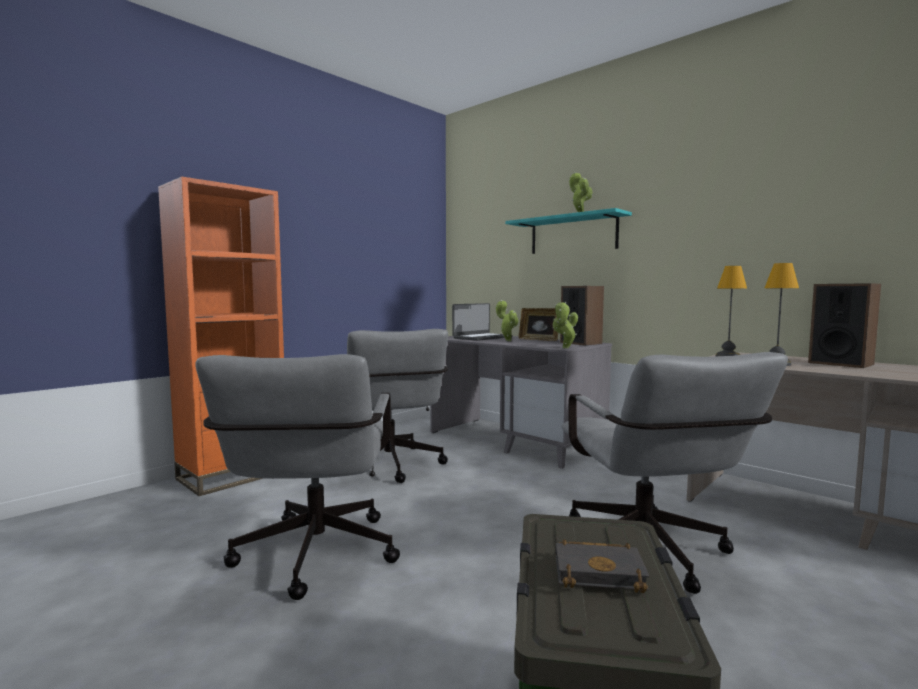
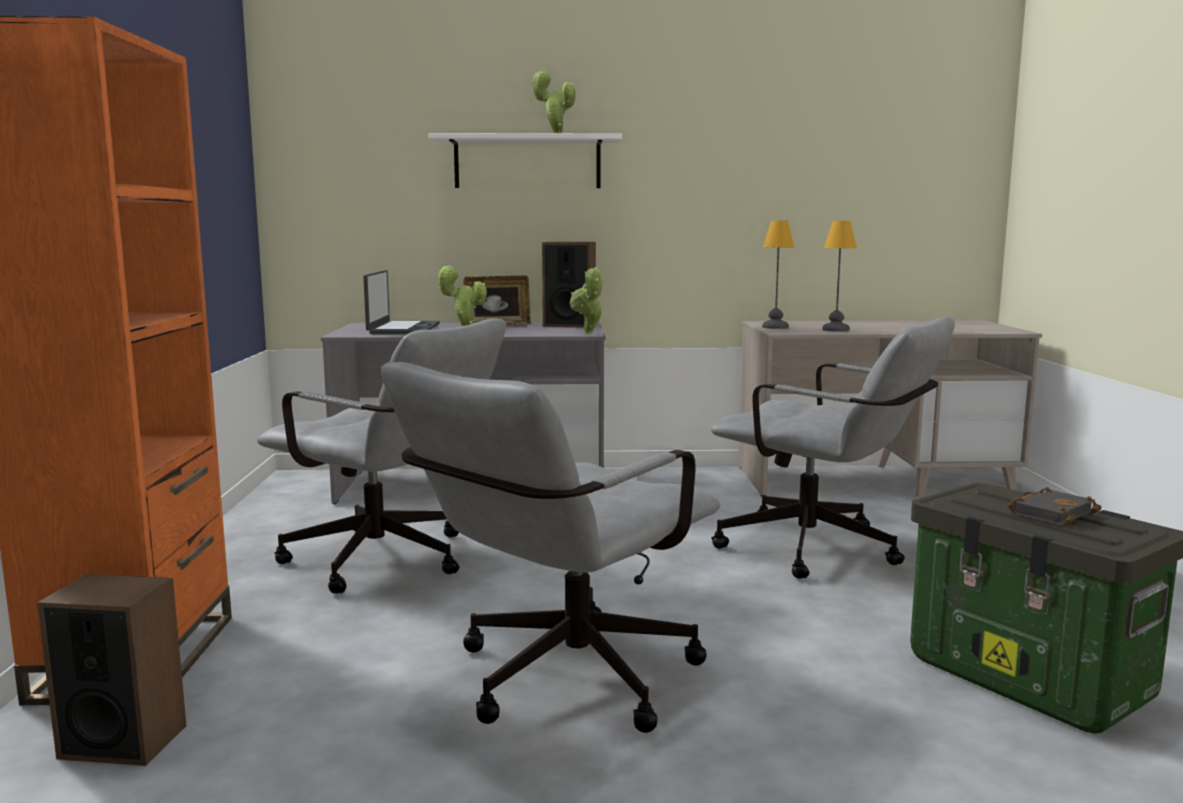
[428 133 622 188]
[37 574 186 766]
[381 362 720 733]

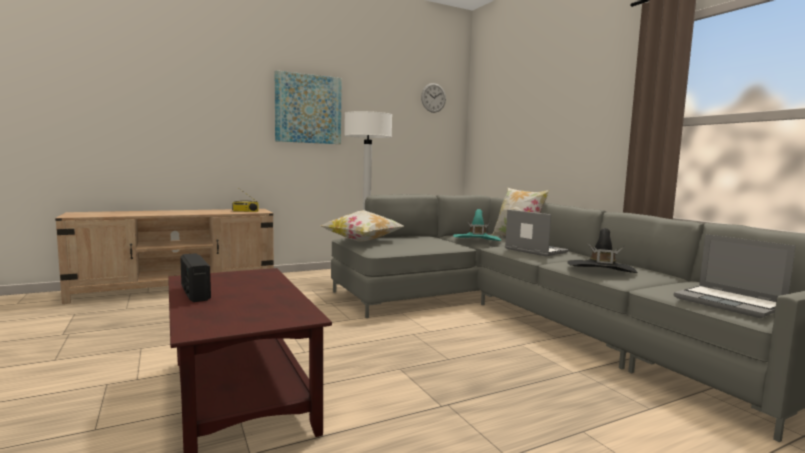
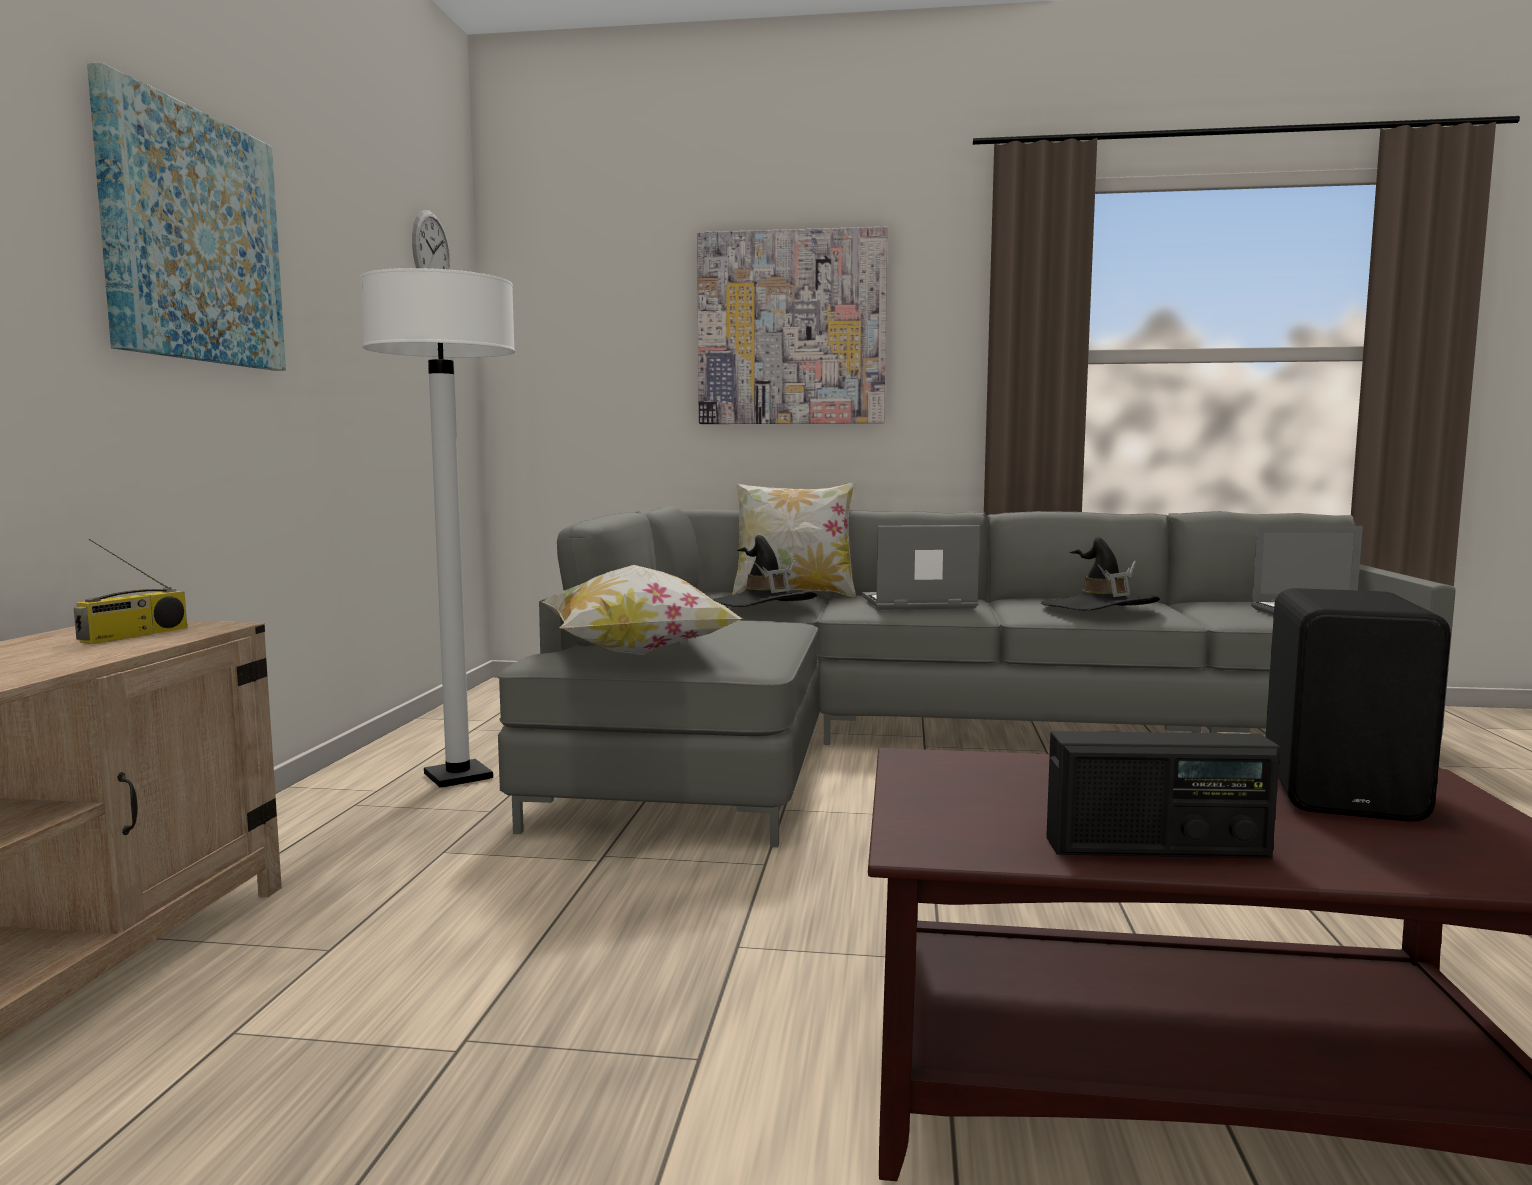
[712 535 817 607]
[697 227 888 424]
[1266 588 1451 822]

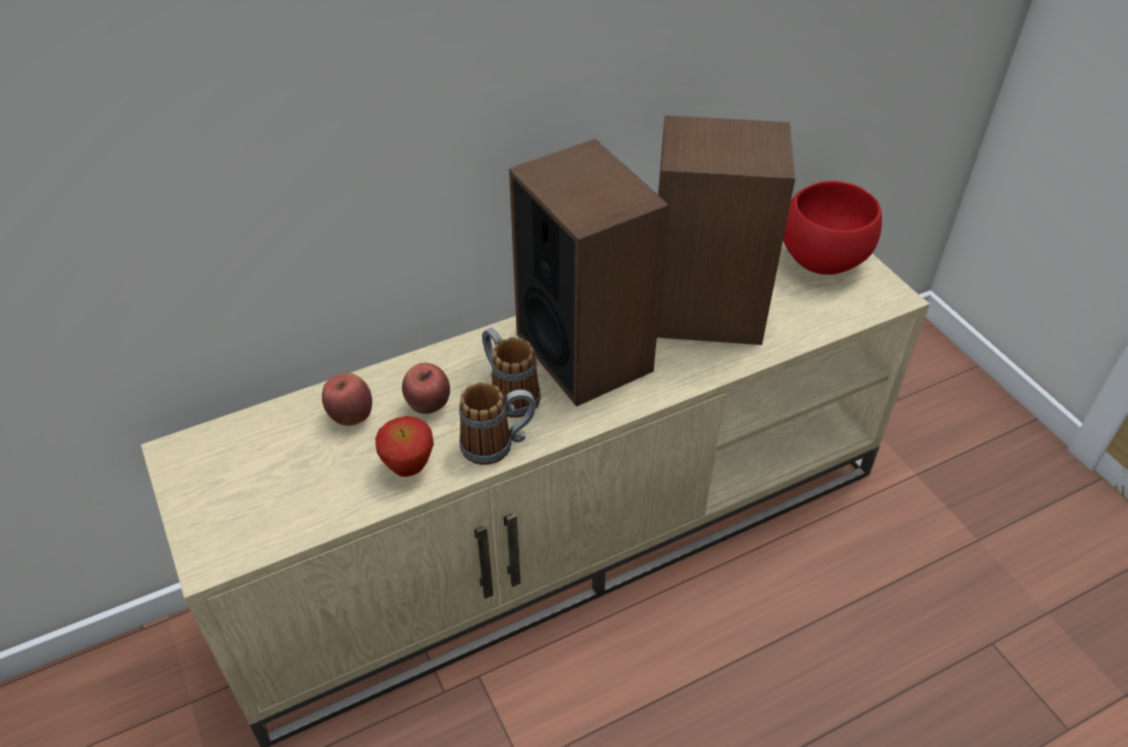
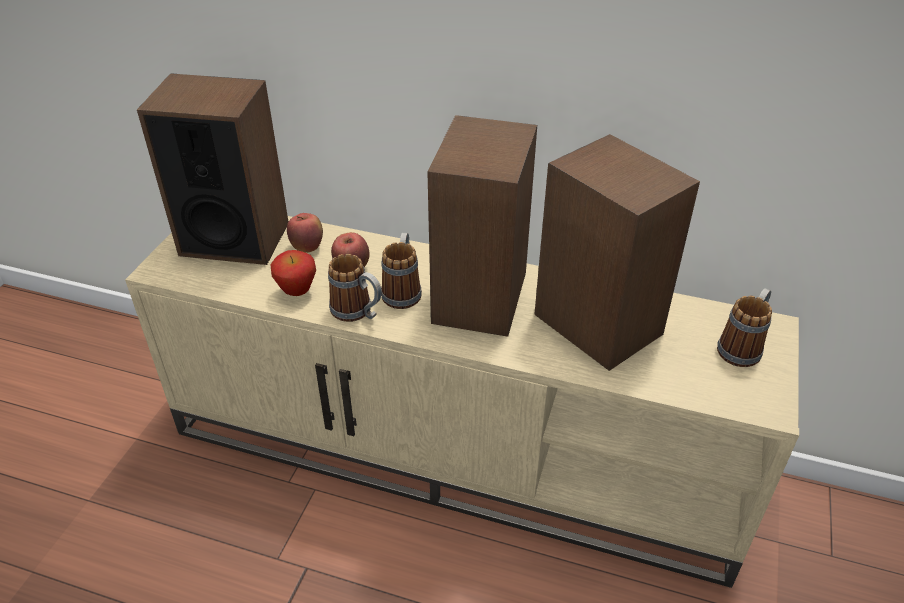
[717 288 772 367]
[137 73 289 265]

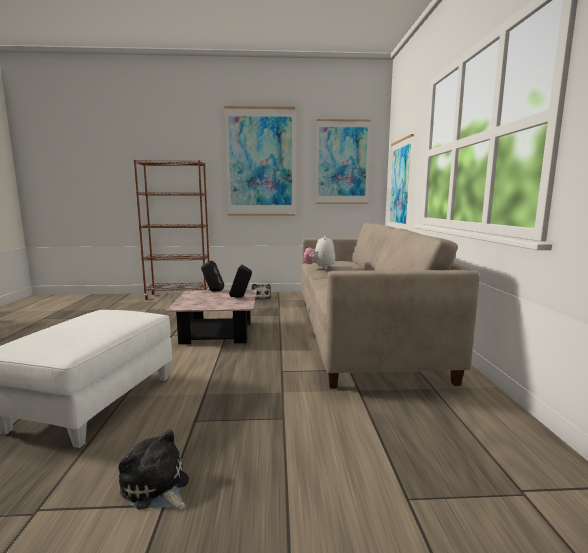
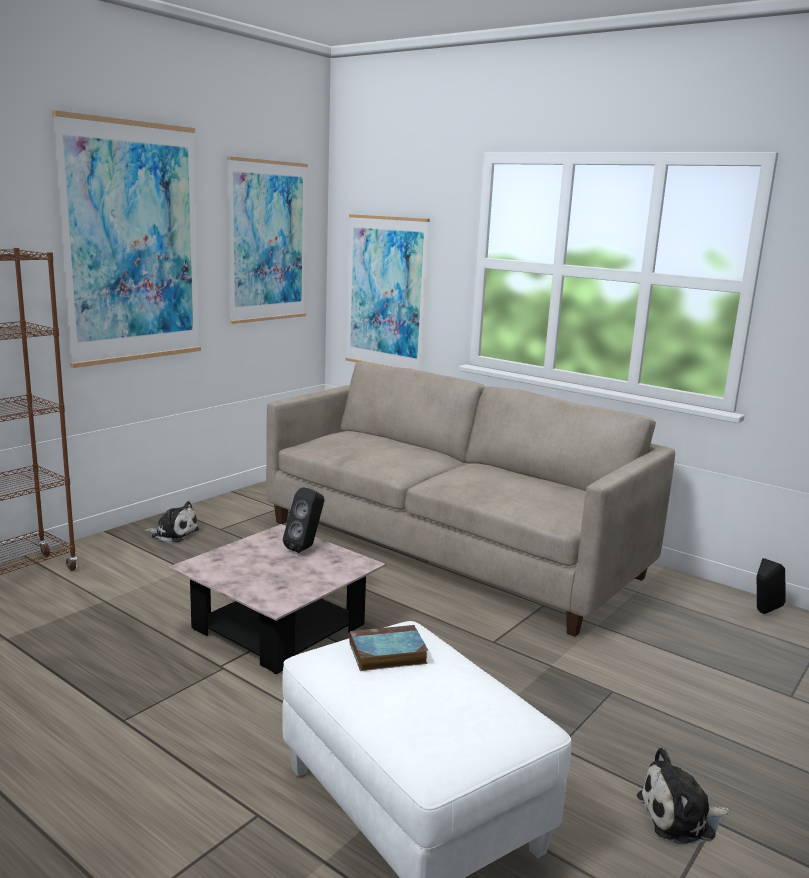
[304 236 335 269] (first image)
[757 558 786 614]
[350 625 428 671]

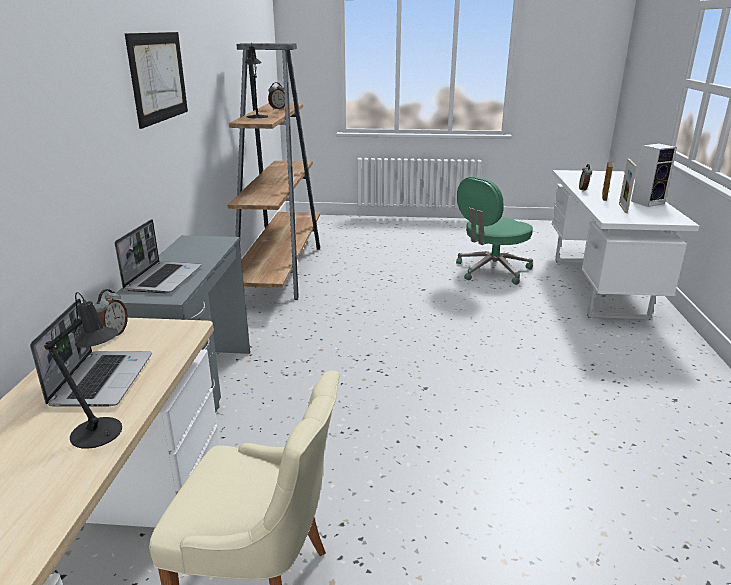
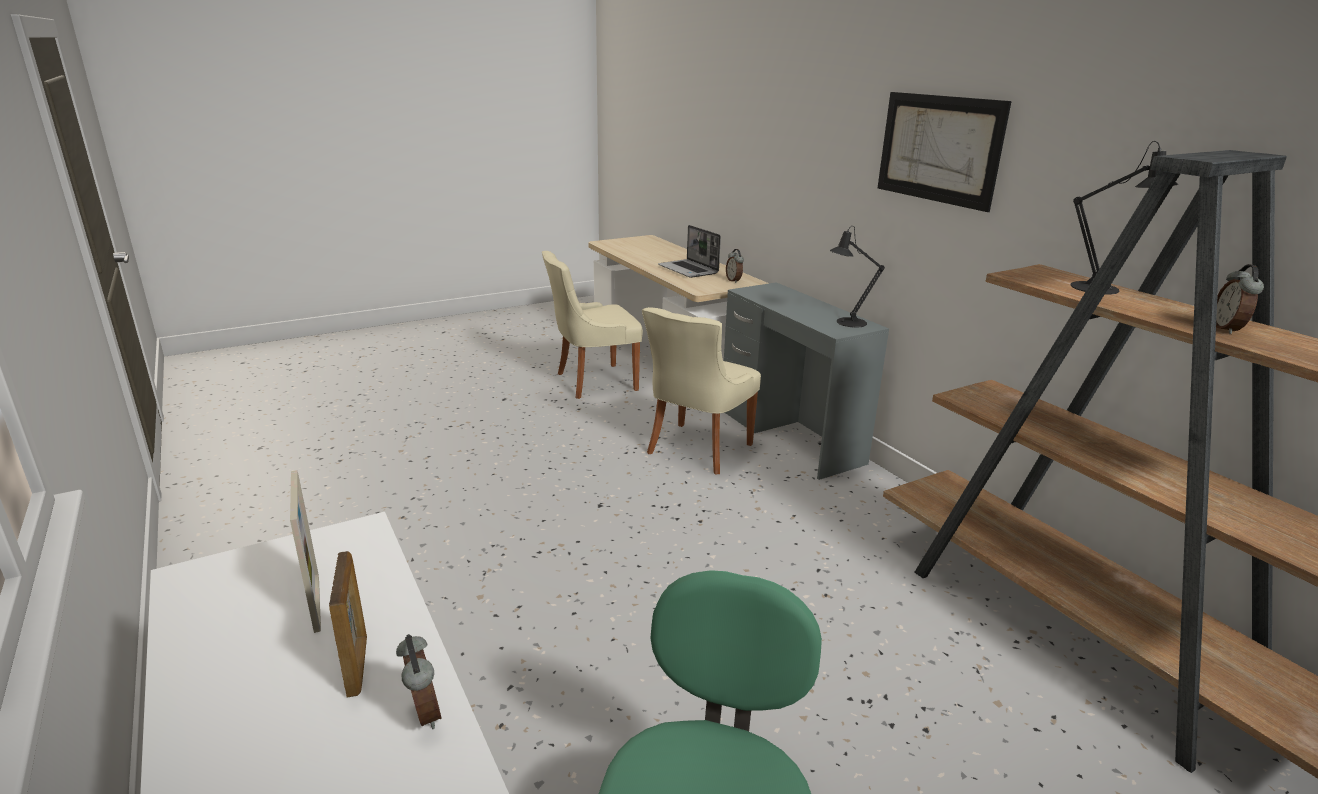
[631 143 677 207] (first image)
[115 219 202 293] (first image)
[830 226 885 328]
[642 307 761 475]

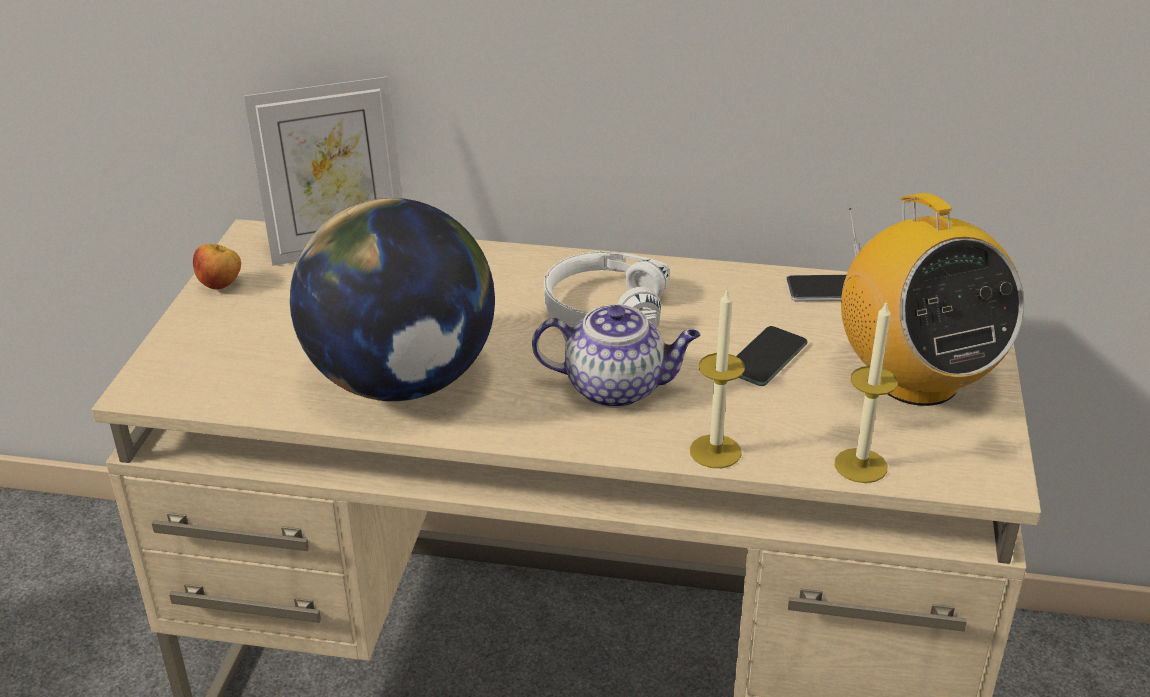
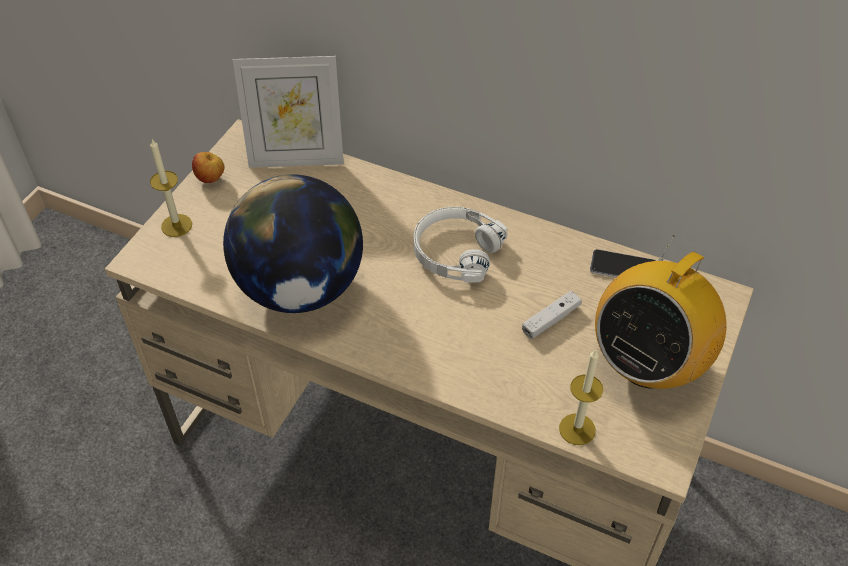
[595 235 726 389]
[150 139 192 237]
[532 304 700 408] (first image)
[522 291 582 339]

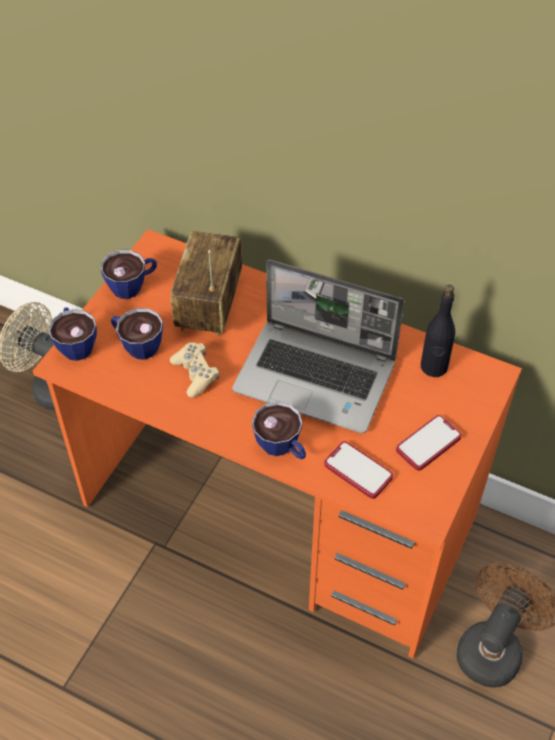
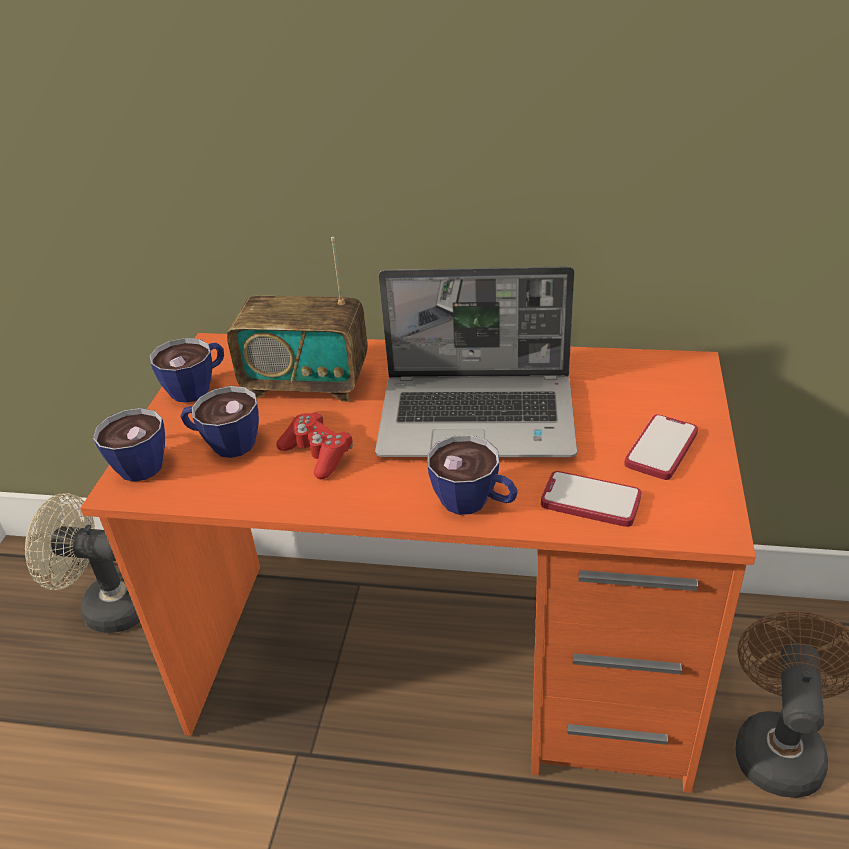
[227 237 368 402]
[421 285 455 377] (first image)
[276 412 353 479]

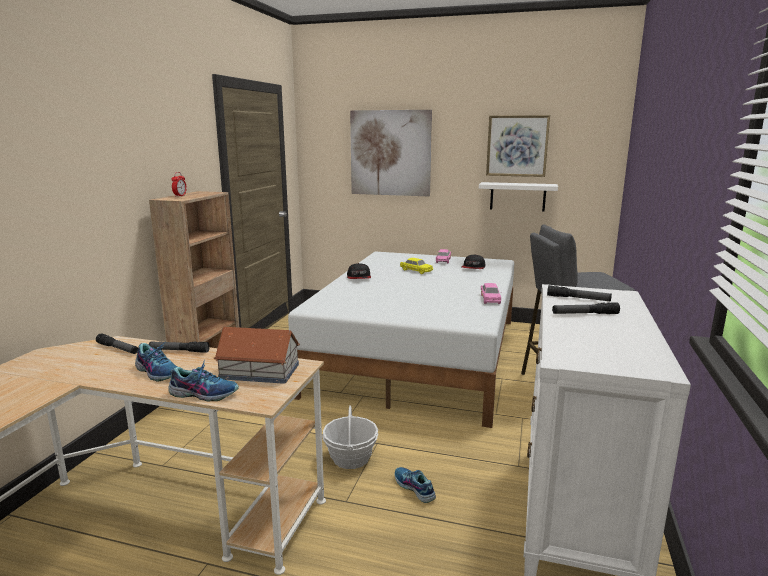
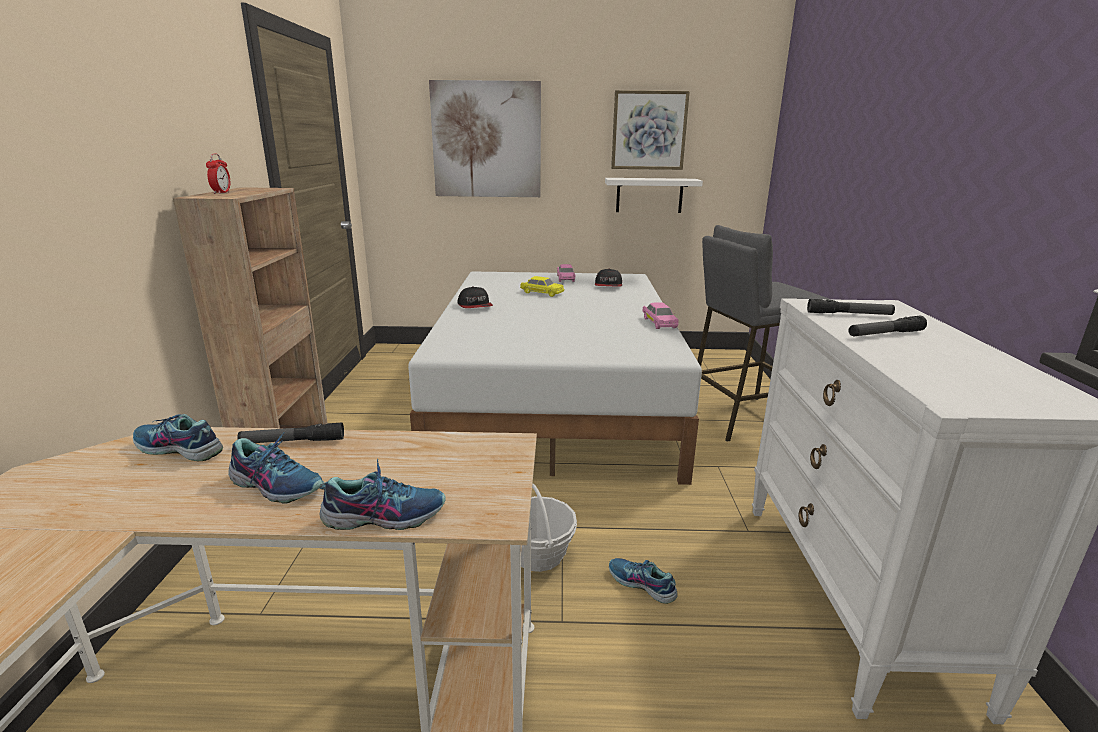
[214 327 300 384] (first image)
[133 414 223 461]

